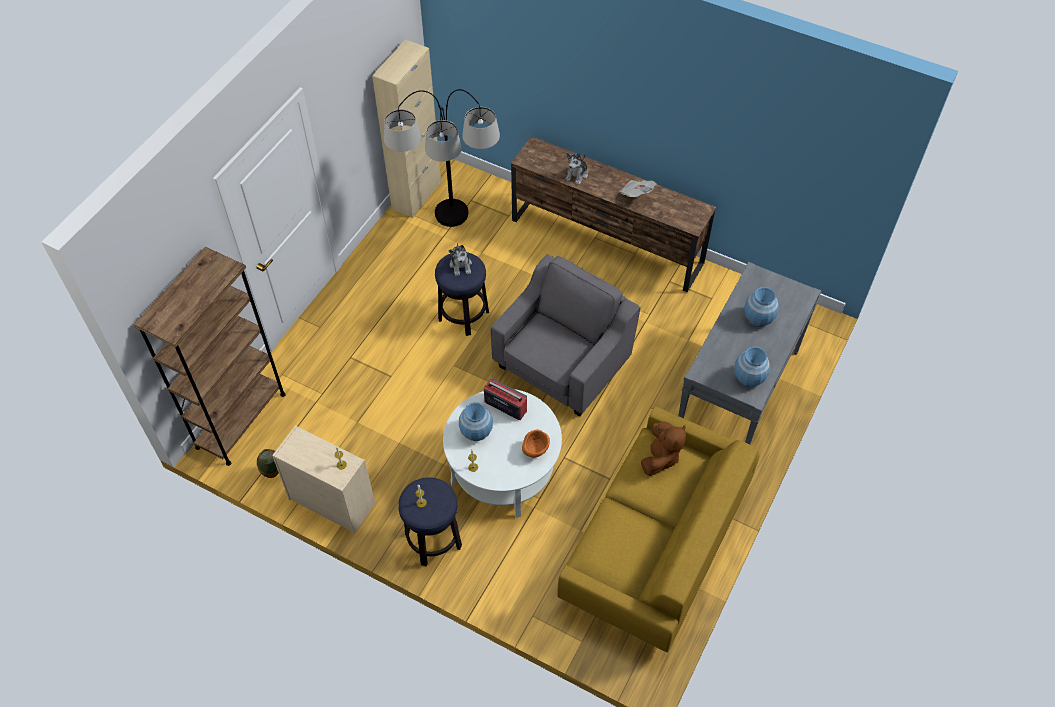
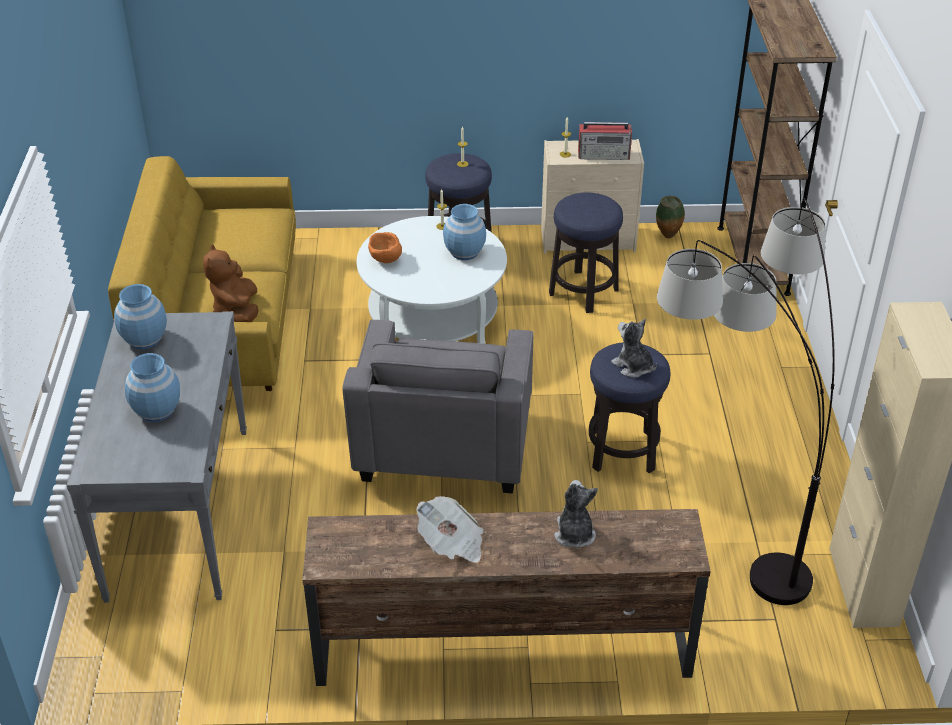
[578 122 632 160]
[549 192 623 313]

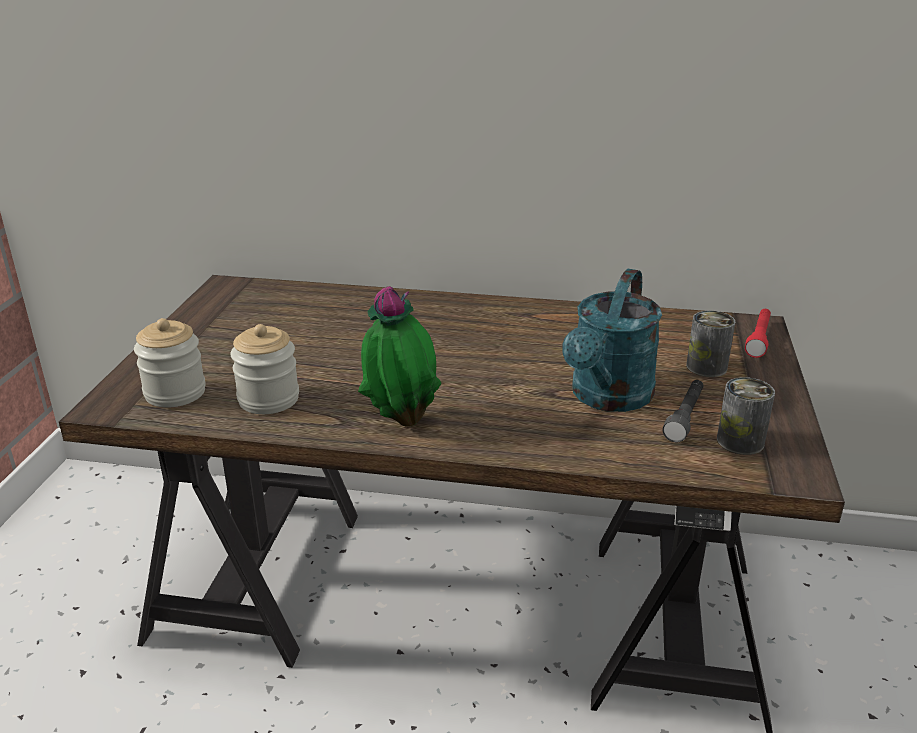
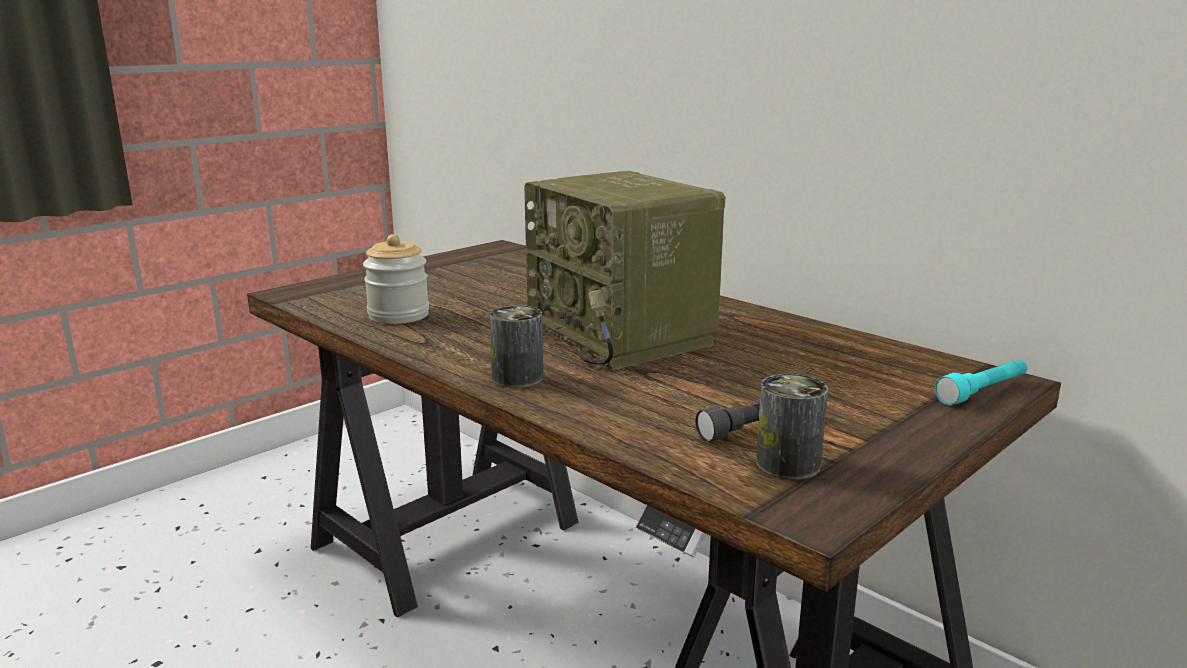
[562 269 662 412] (first image)
[358 286 442 427] (first image)
[935 360 1028 405]
[489 305 543 388]
[134 318 206 408] (first image)
[524 171 725 370]

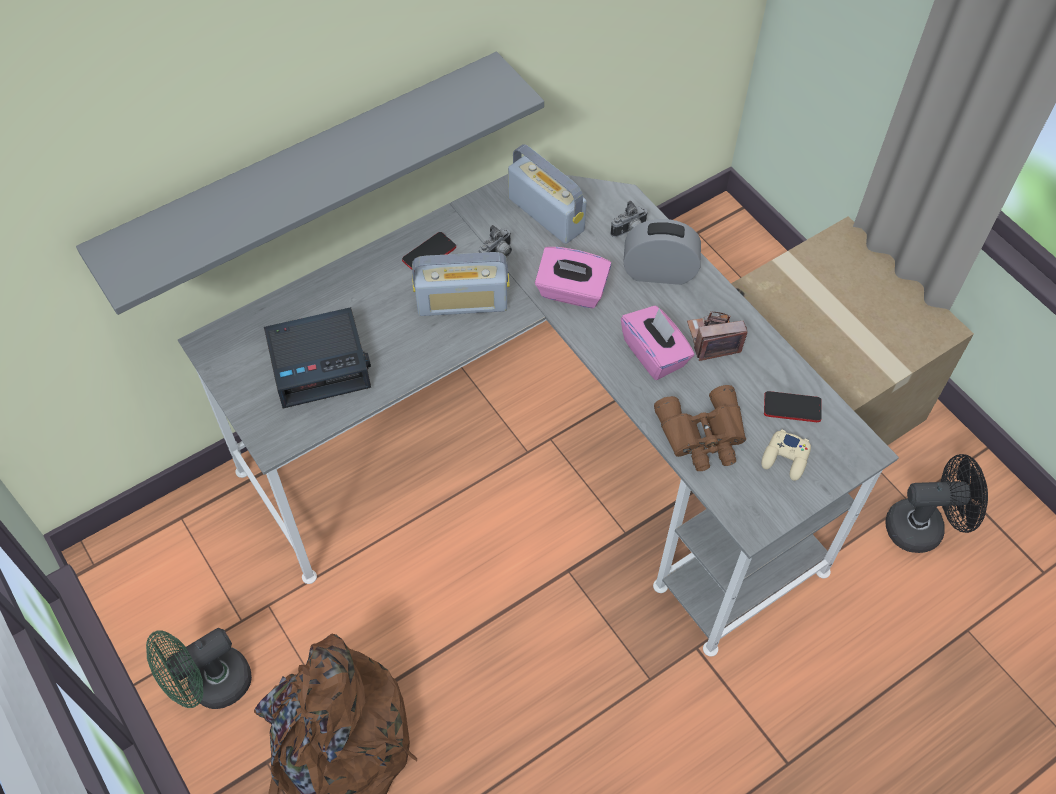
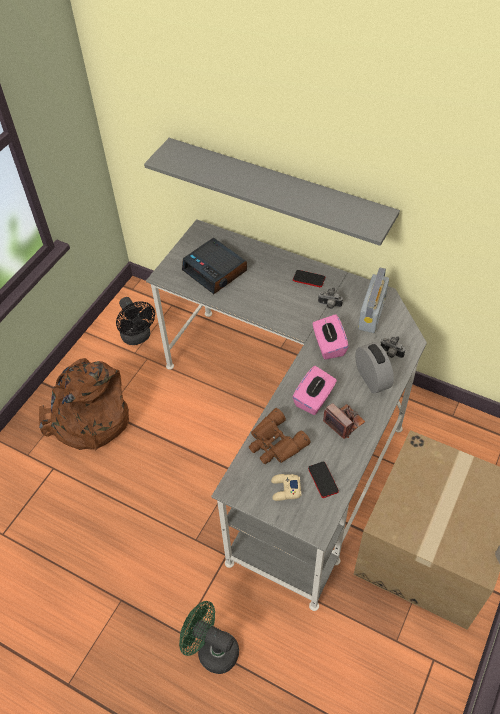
[412 252 509 316] (first image)
[116 297 155 345]
[179 601 239 674]

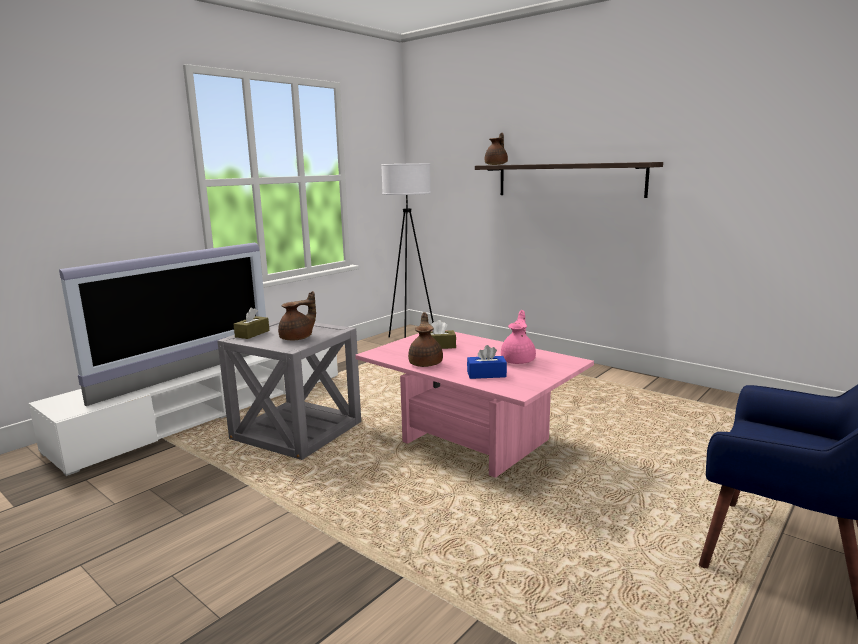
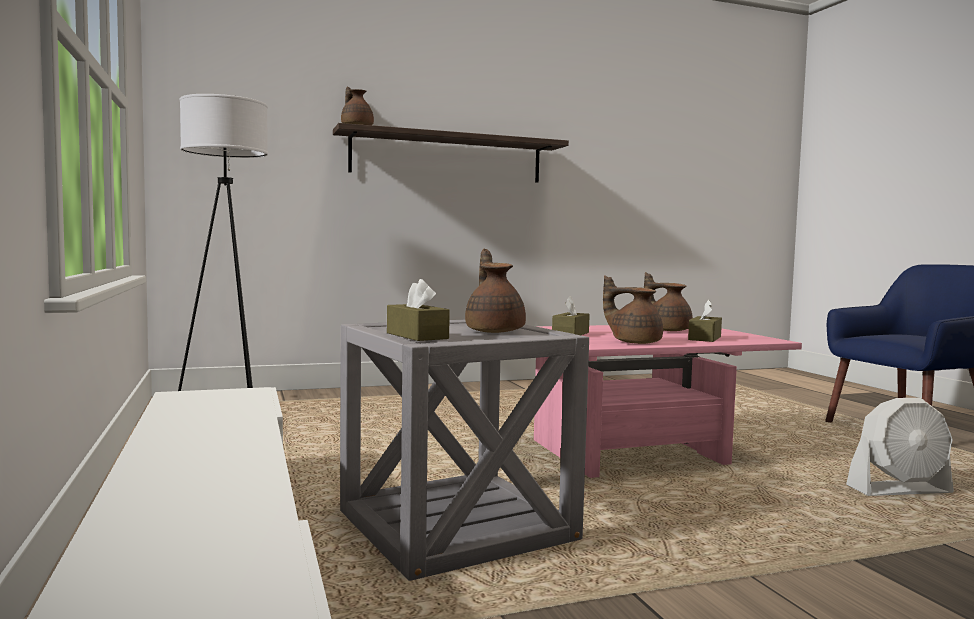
[59 243 266 406] (first image)
[644 272 693 331]
[688 300 722 342]
[846 398 954 496]

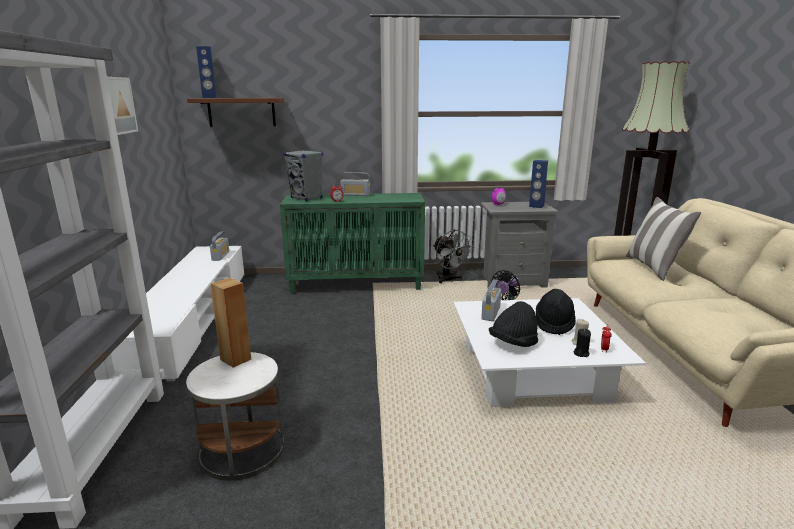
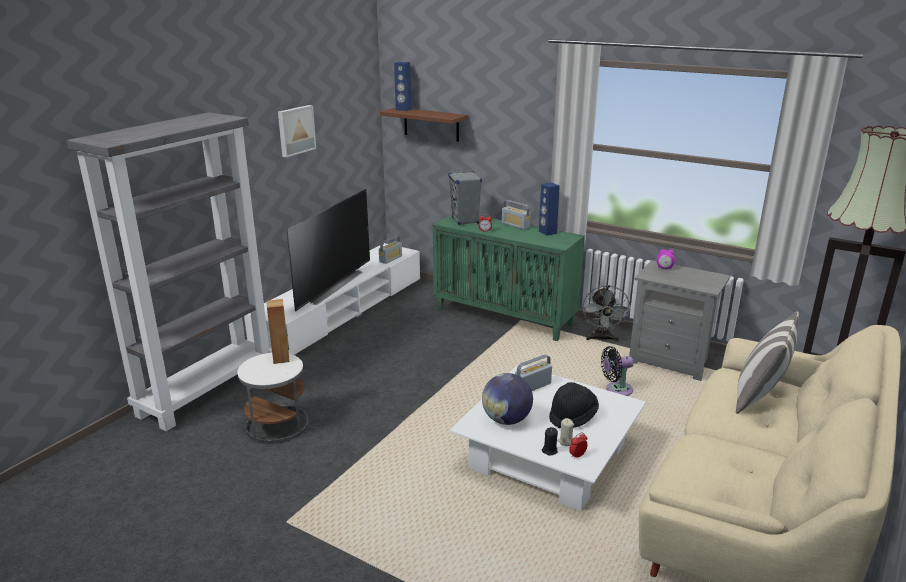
[539 182 560 236]
[482 373 533 425]
[287 189 370 311]

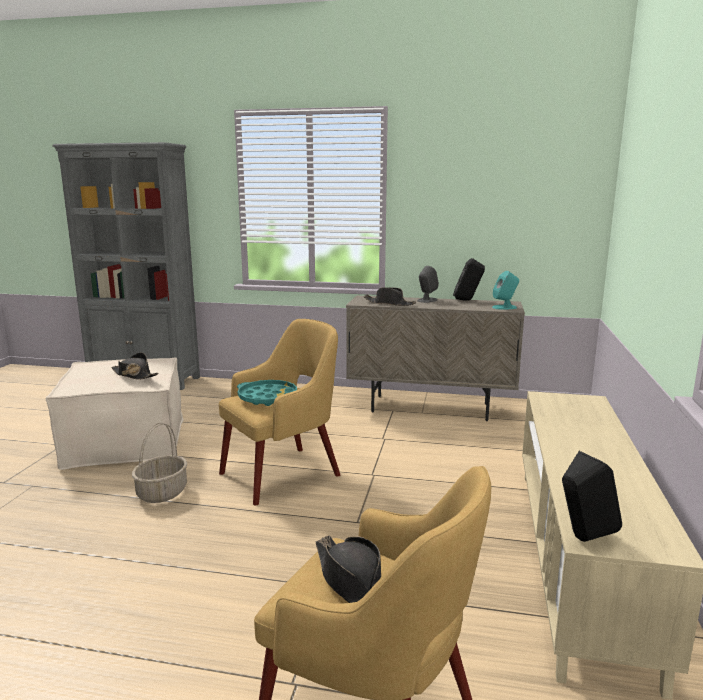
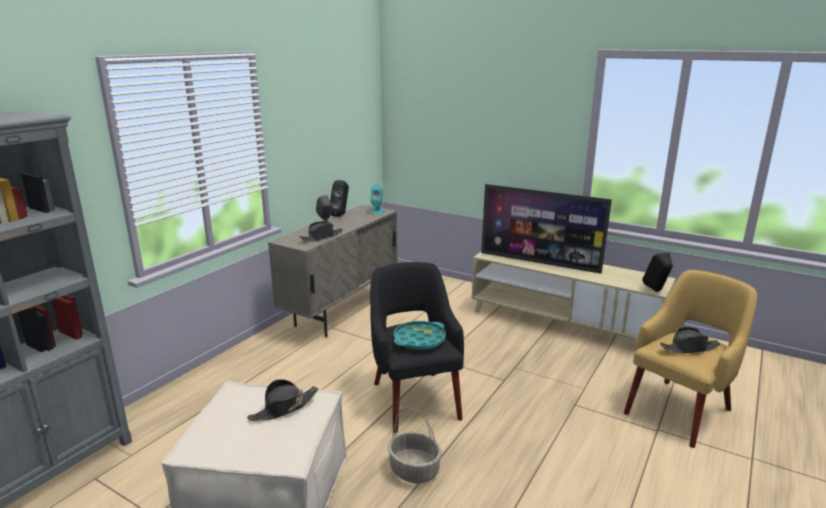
[370 262 464 433]
[481 184 612 274]

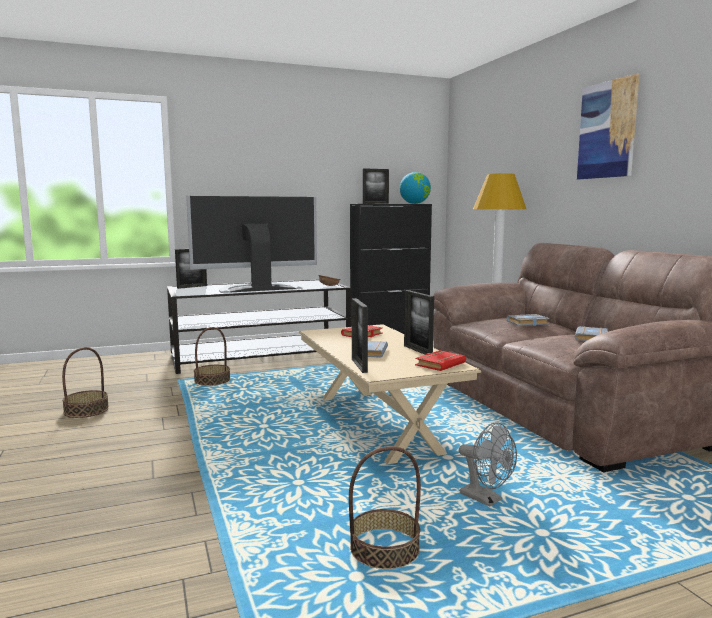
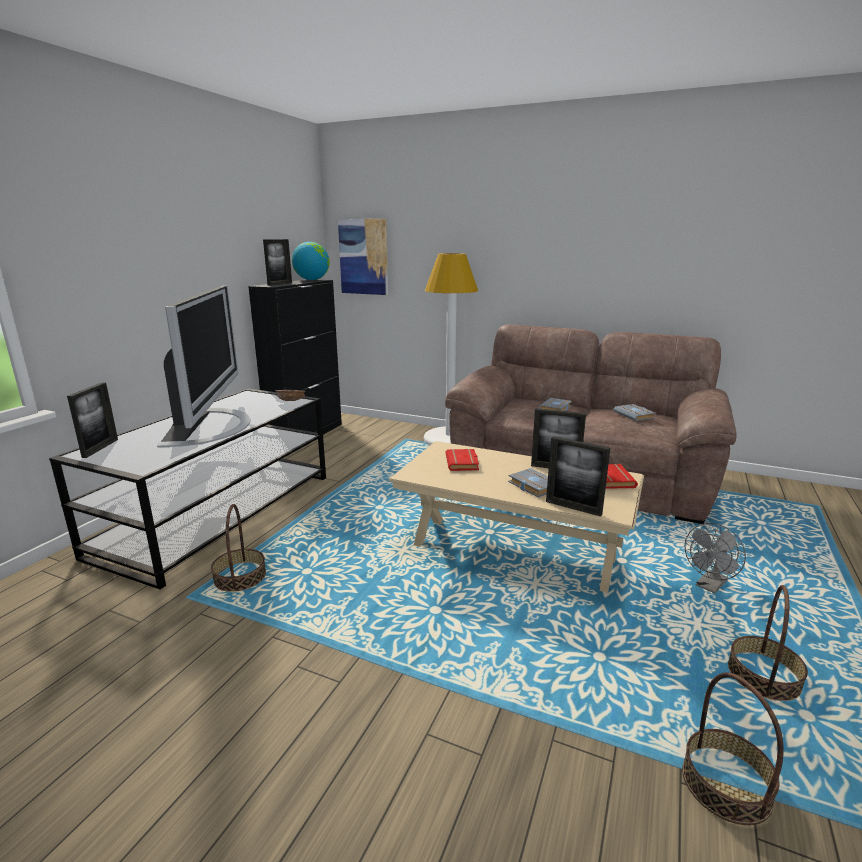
[338 219 388 295]
[157 286 250 447]
[682 672 784 825]
[685 523 746 593]

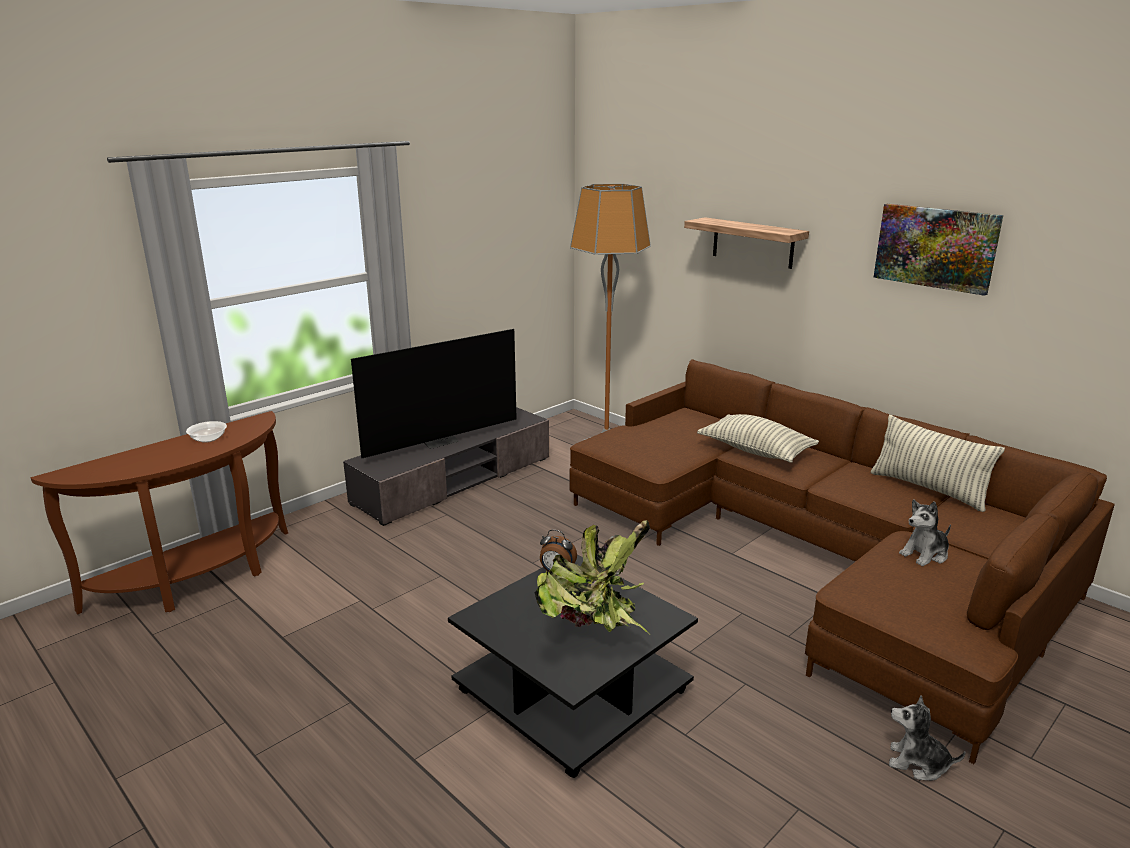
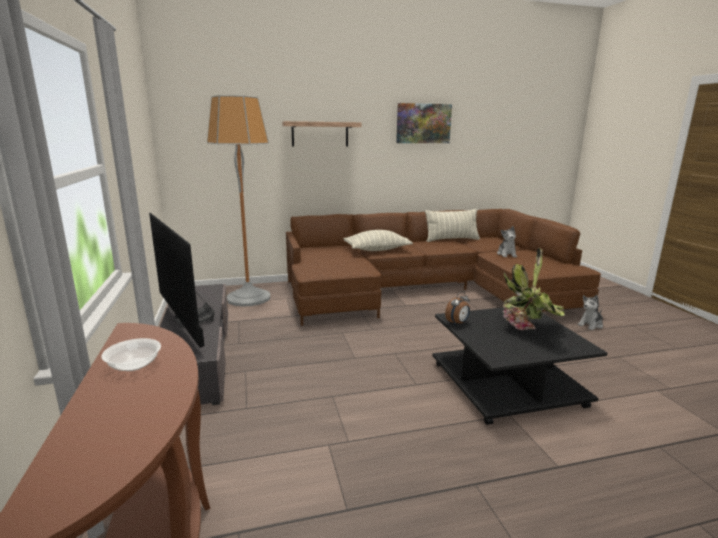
[149 213 215 348]

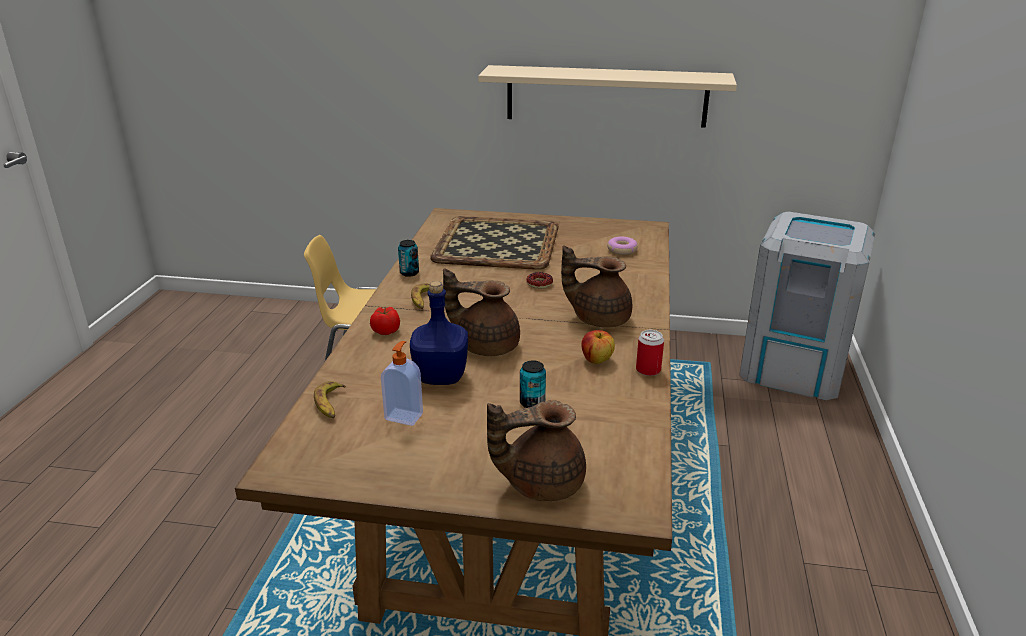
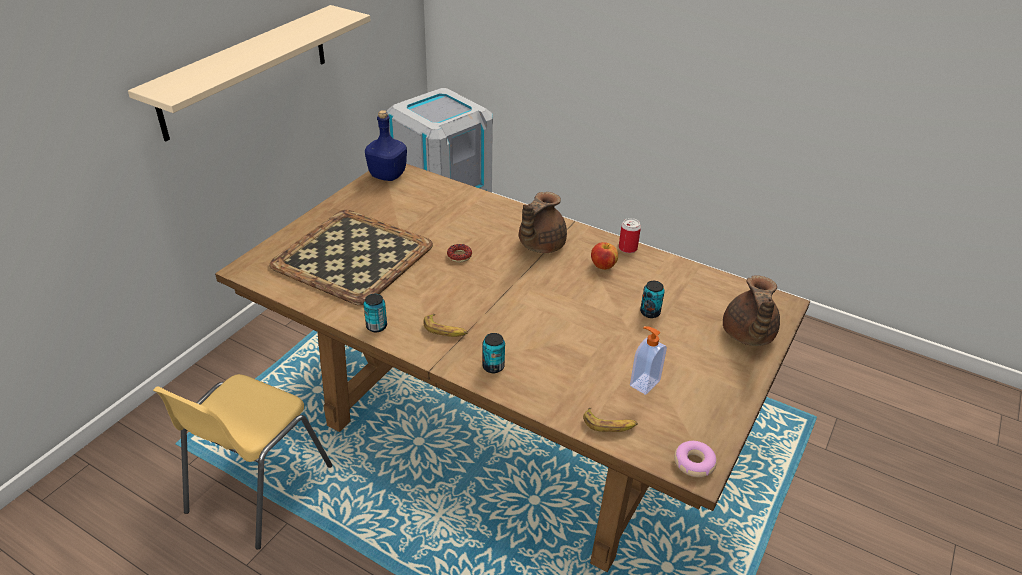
[674 441 717 477]
[443 268 520 356] (first image)
[365 110 407 181]
[482 333 505 373]

